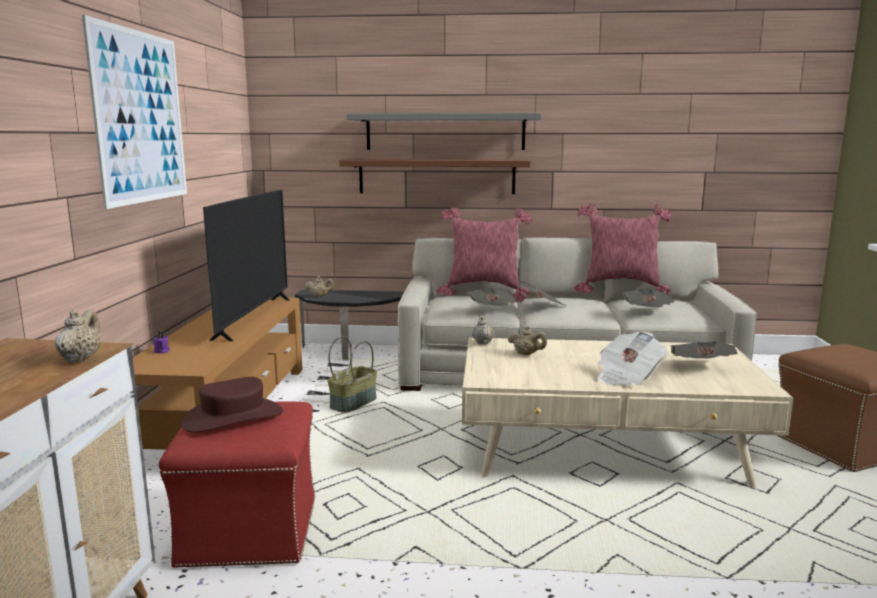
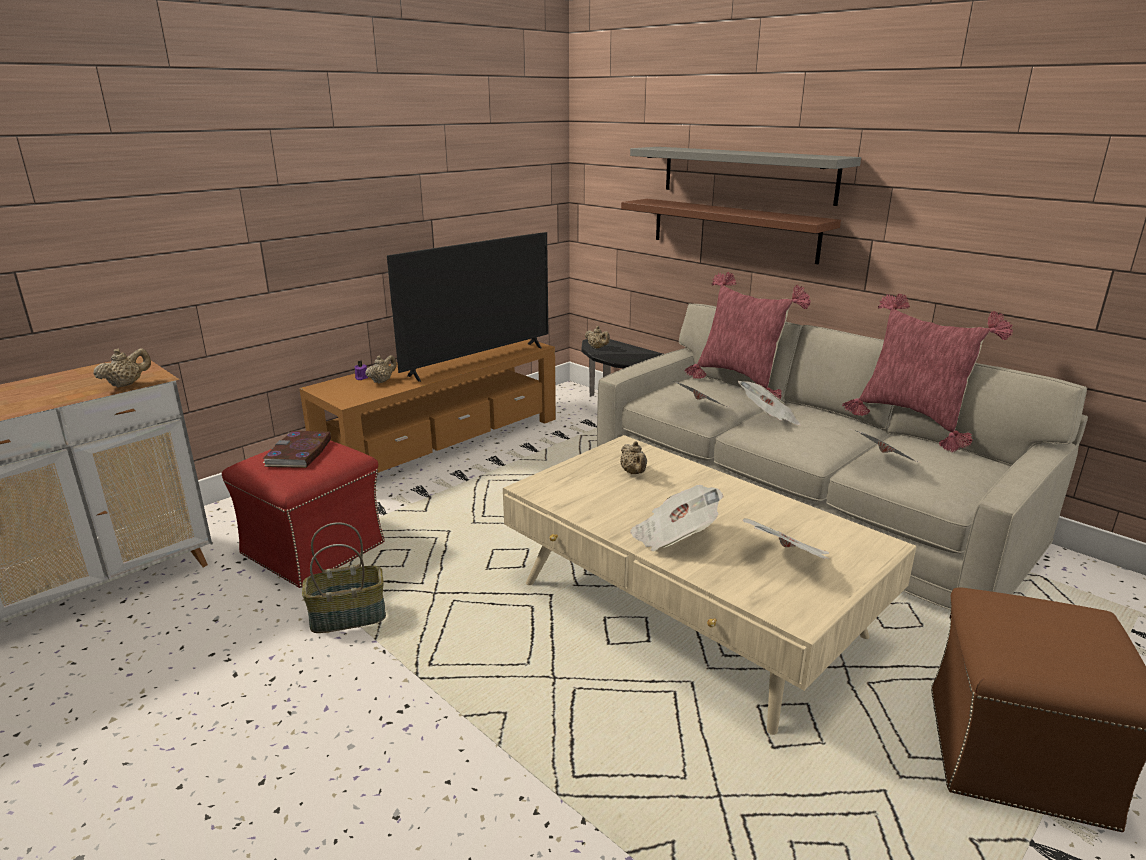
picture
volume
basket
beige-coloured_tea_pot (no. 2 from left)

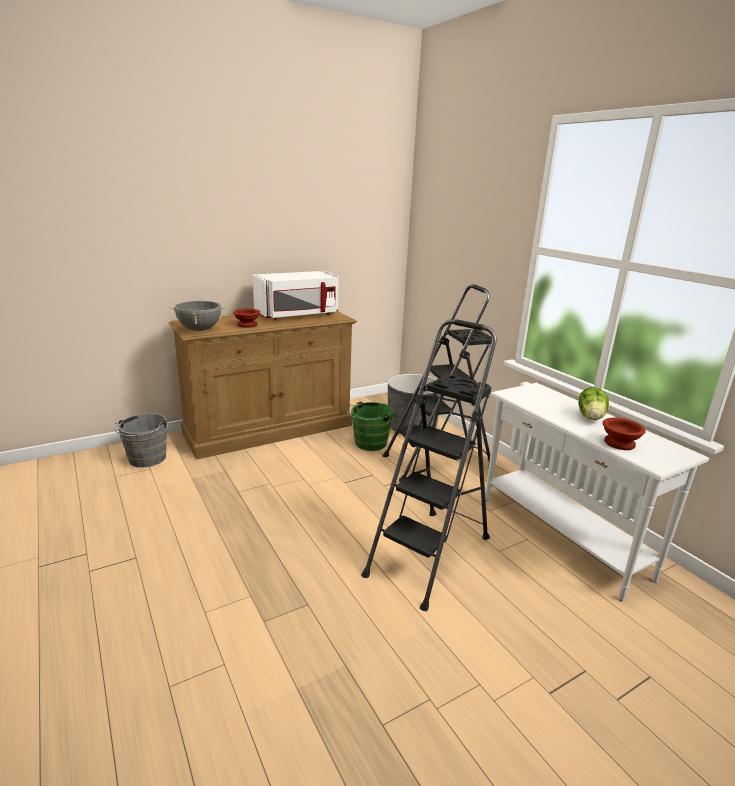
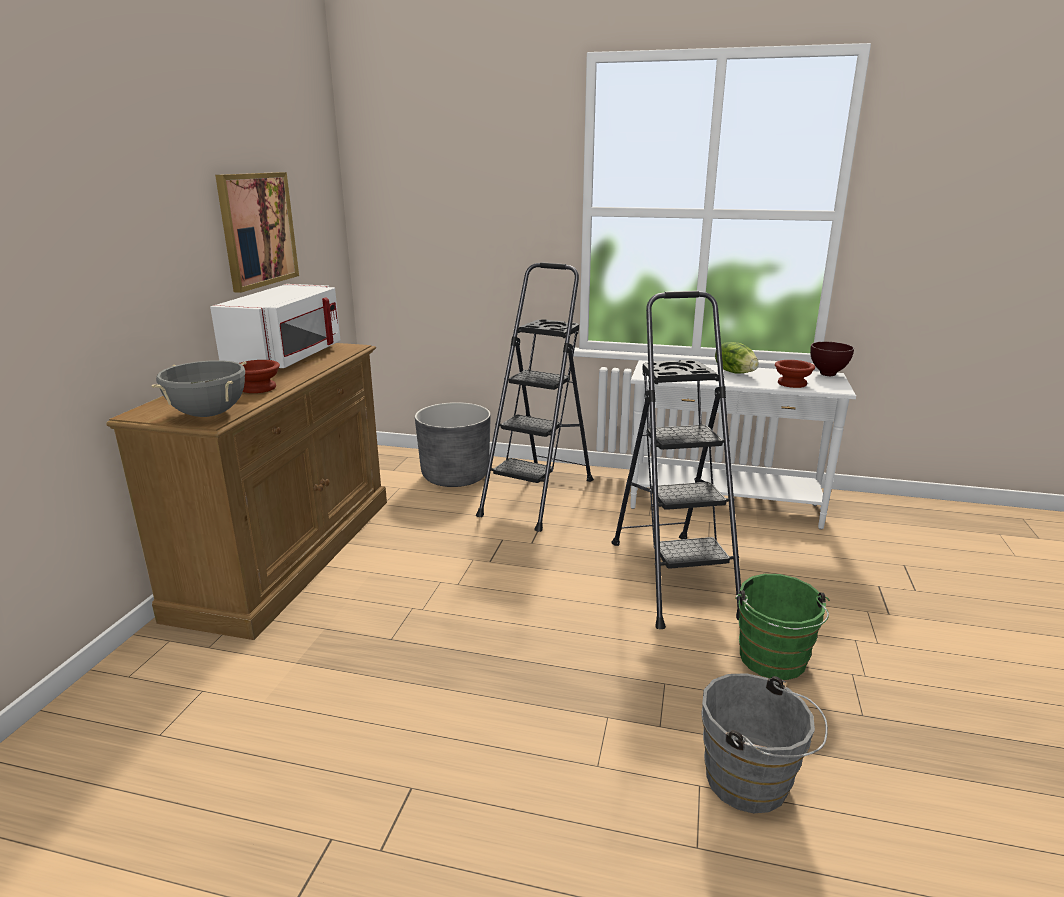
greyish_water_bucket
green_water_bucket
picture
brown-coloured_deep_dish (no. 3 from left)

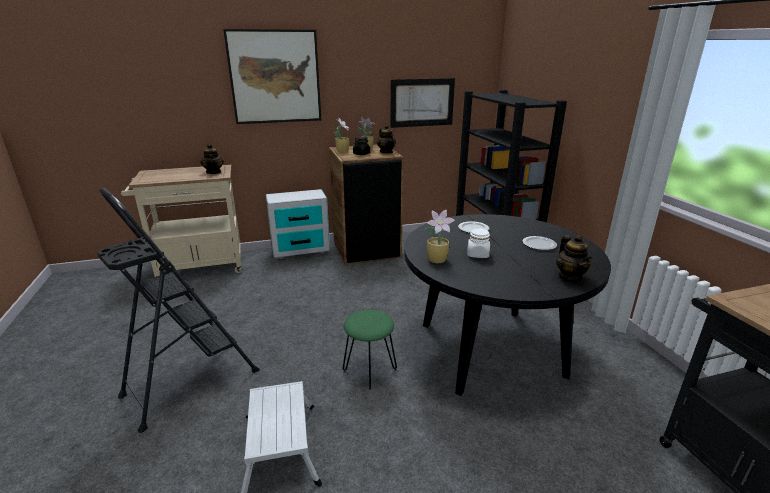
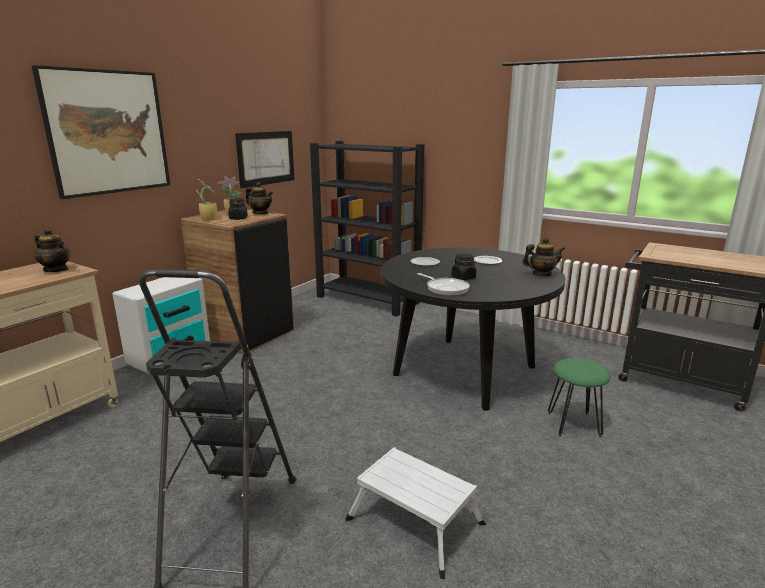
green_stool_seat
pan
black-coloured_jar (no. 2 from left)
tea_pot (no. 3 from left)

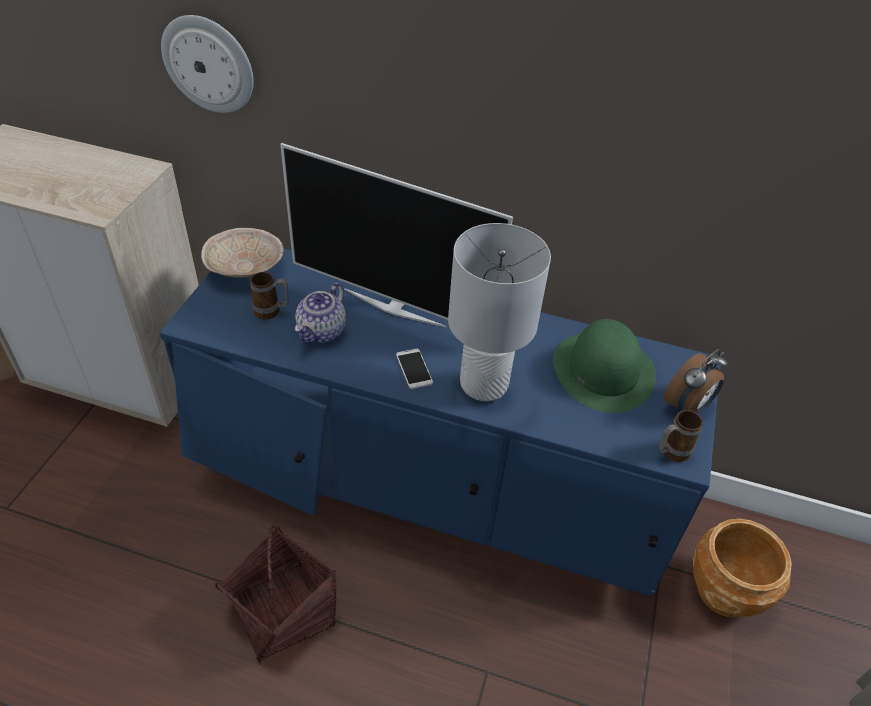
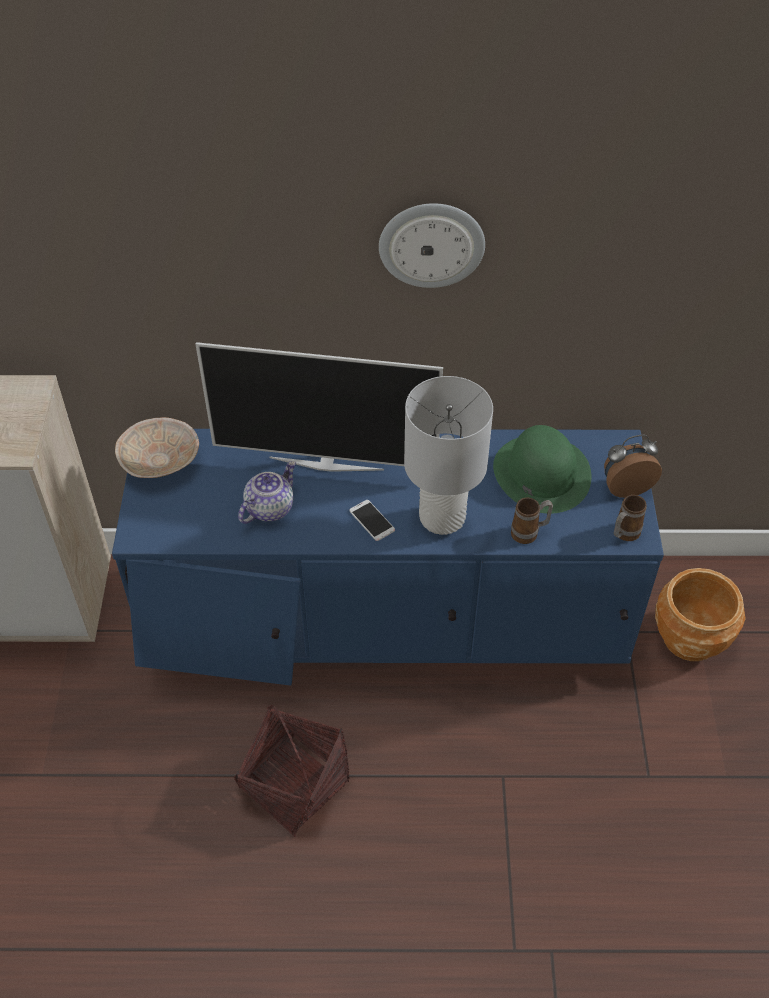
clock_on_the_wall
tea_mug (no. 1 from left)
tea_pot
table_clock

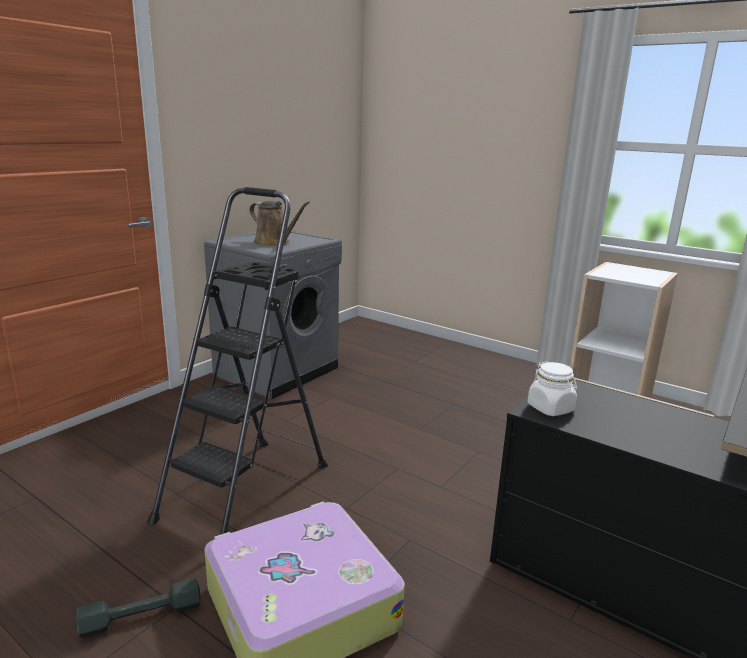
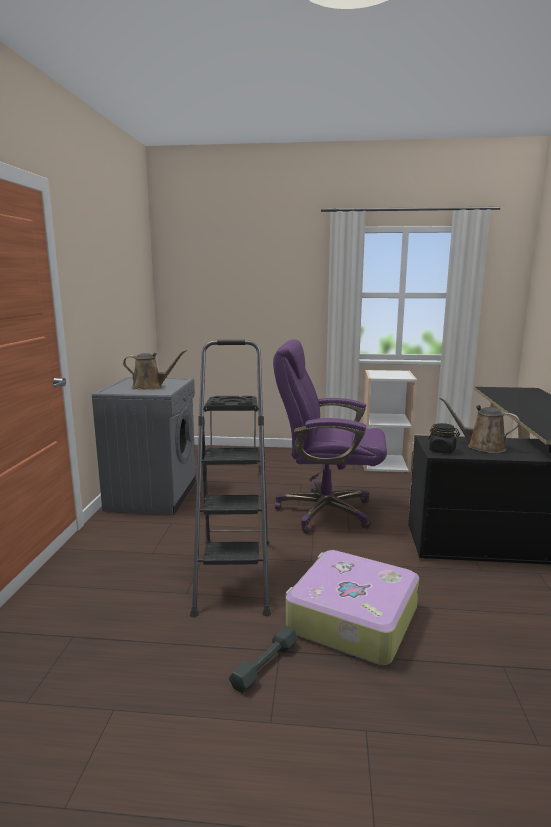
black-coloured_jar
purple_desk_chair
brown-coloured_sprinkling_can (no. 2 from left)

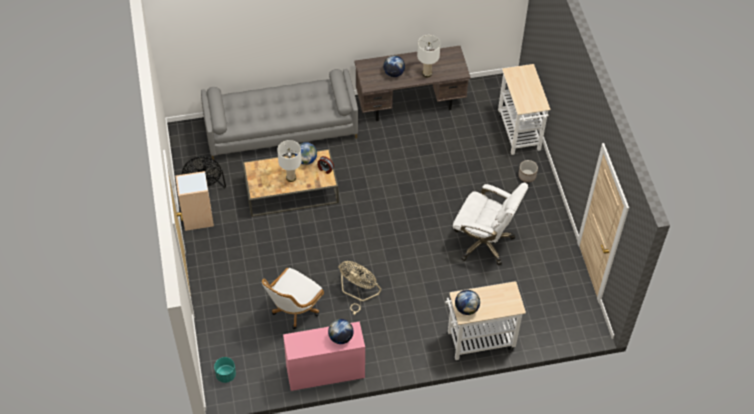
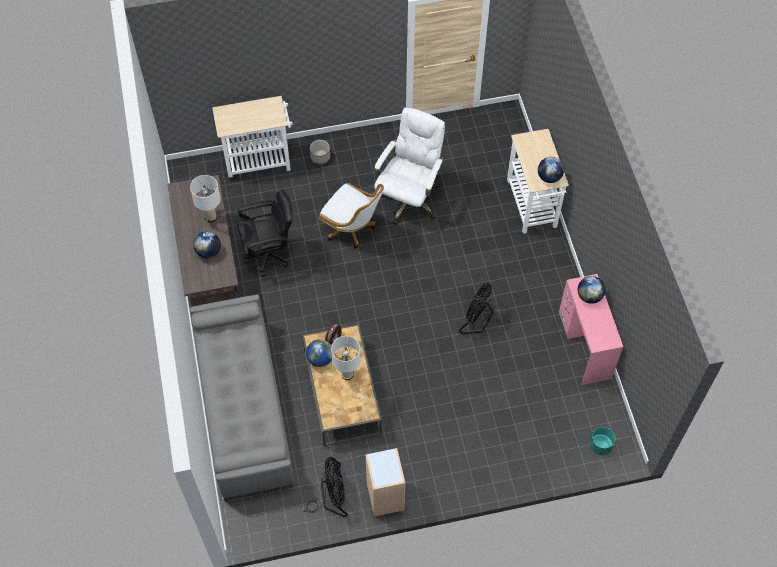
white-coloured_desk_chair (no. 1 from left)
black-coloured_electric_fan (no. 2 from left)
black-coloured_desk_chair

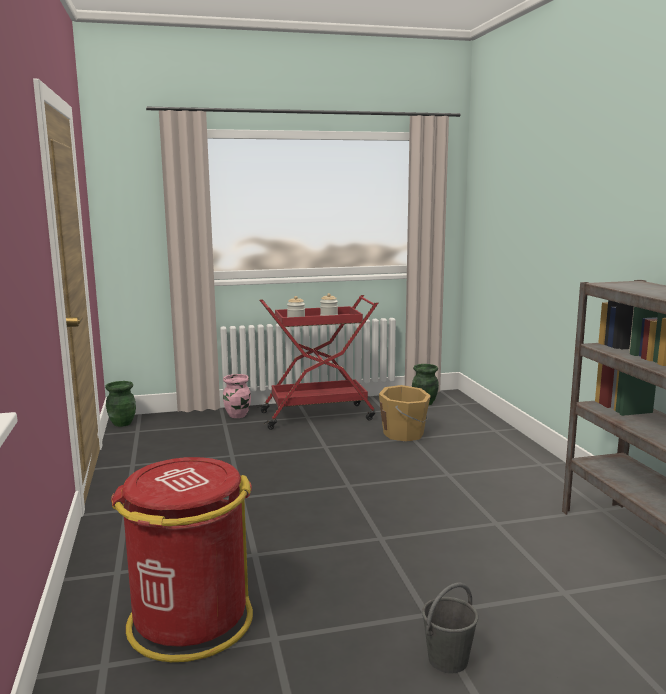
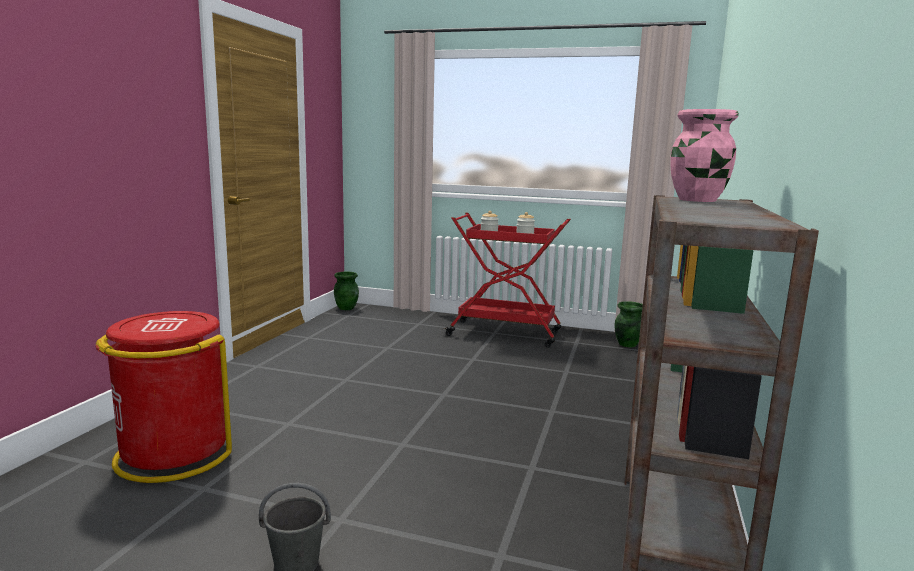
pink_decorative_vase
orange_water_bucket

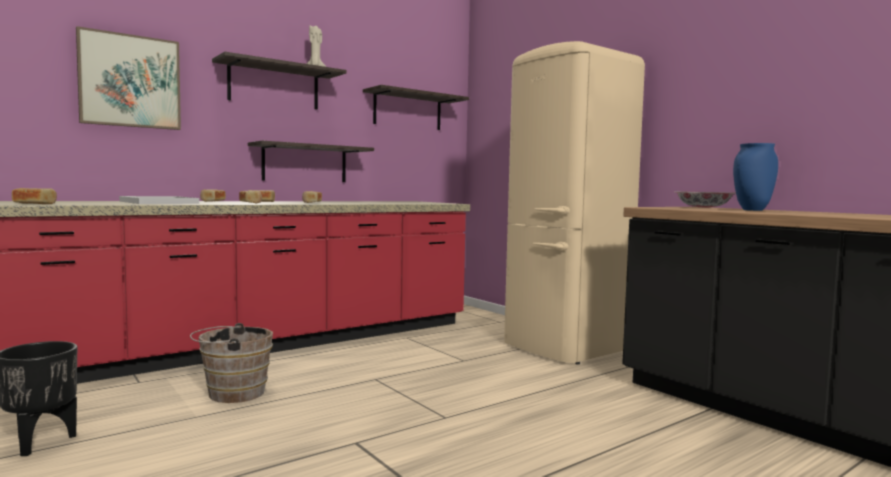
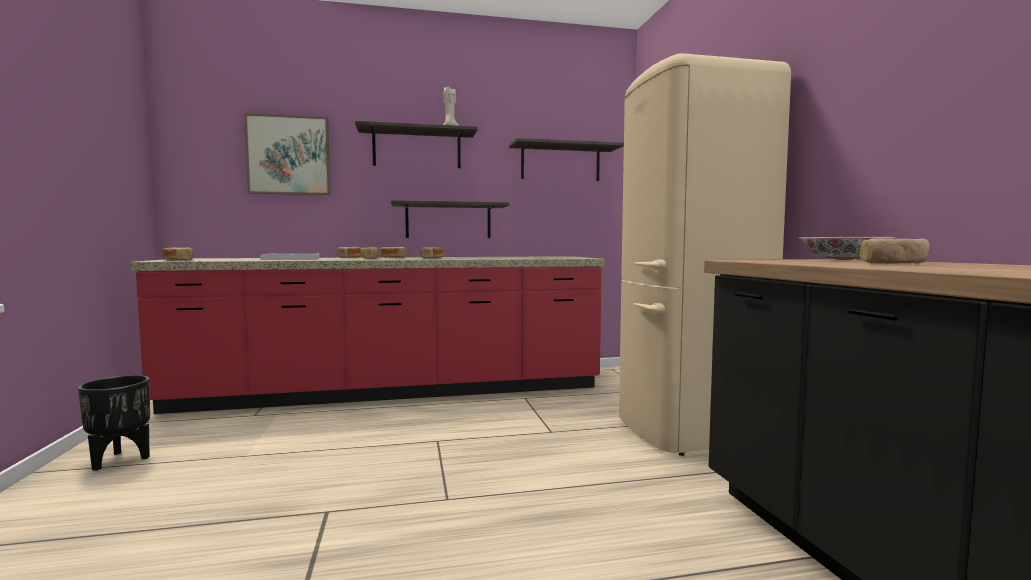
brown-coloured_water_bucket
bakery_bread (no. 6 from left)

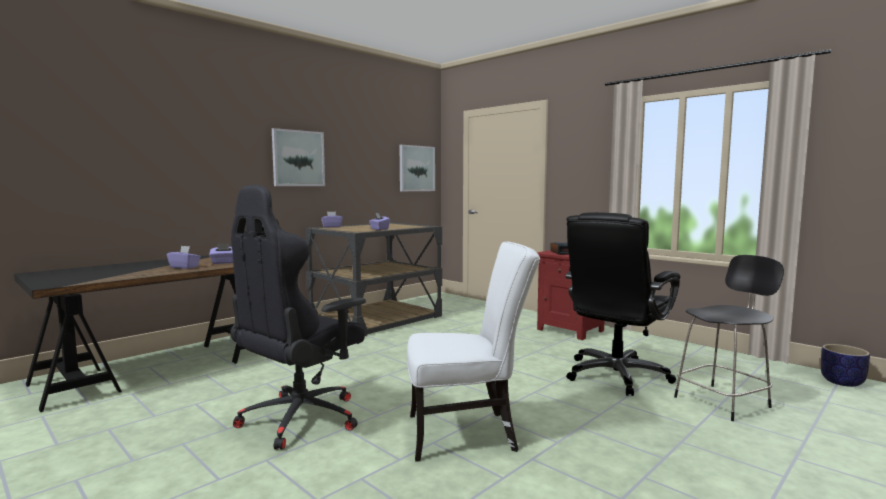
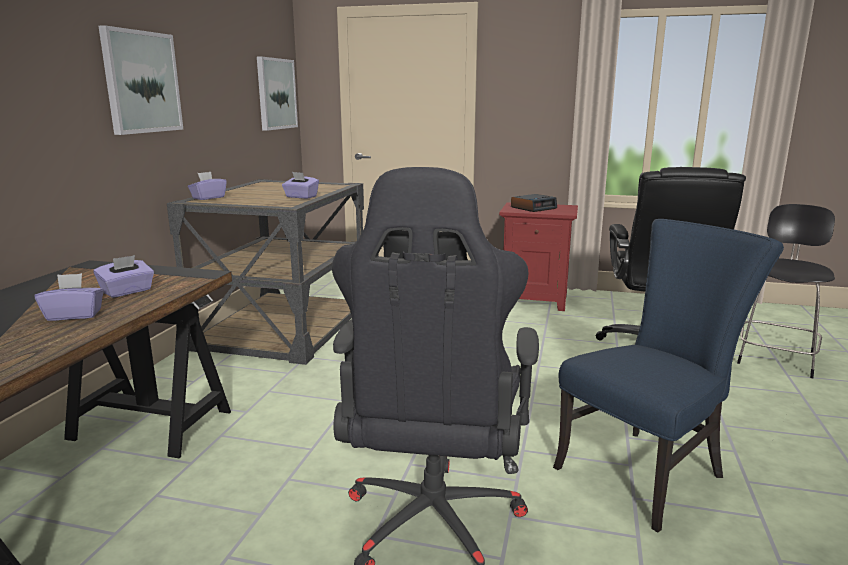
bluish_plain_chair
flower_pot

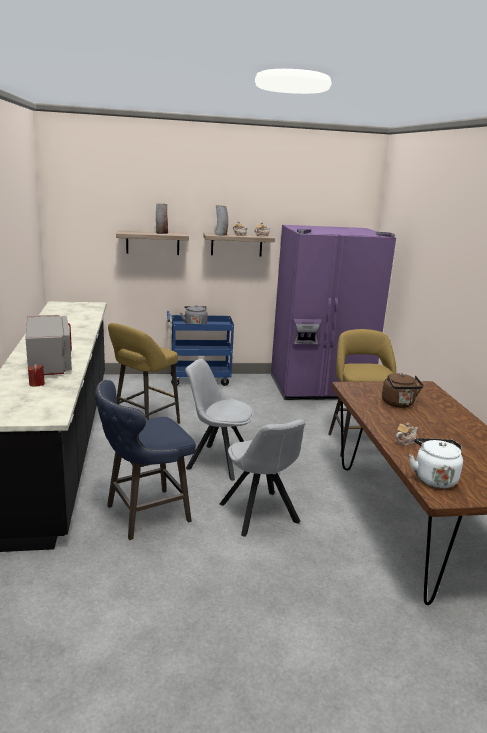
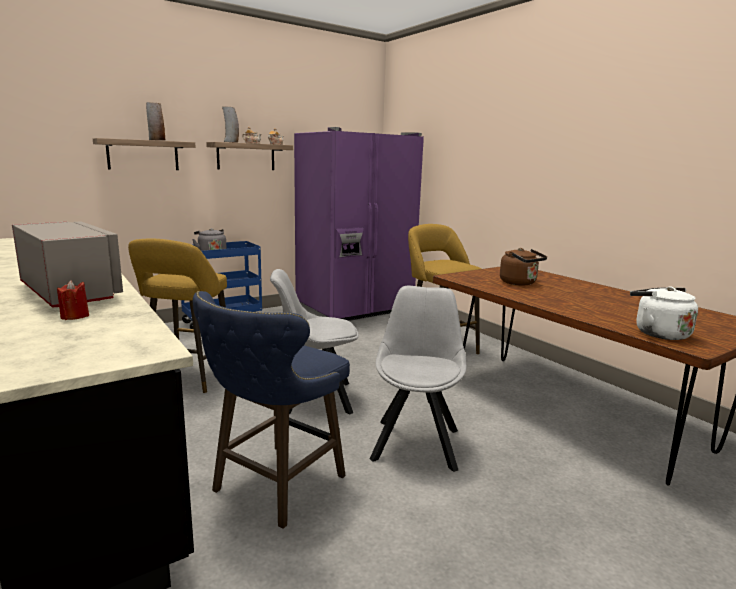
greyish_plain_chair (no. 2 from left)
tea_pot (no. 3 from left in the first image)

